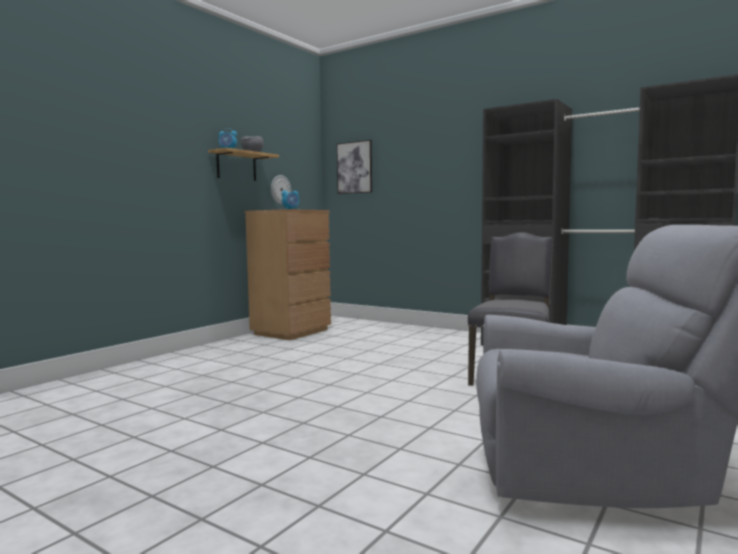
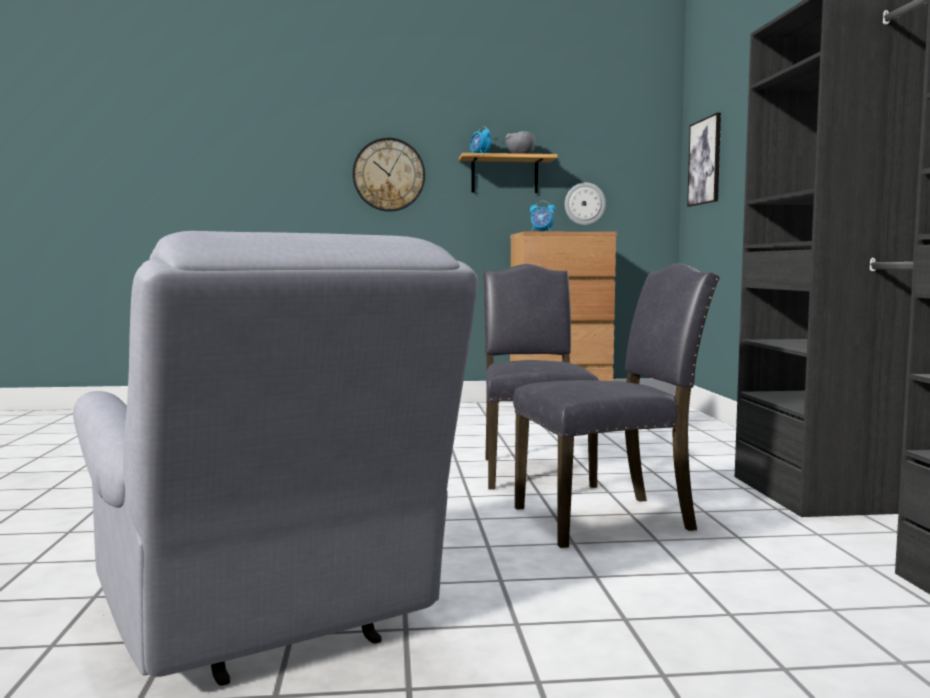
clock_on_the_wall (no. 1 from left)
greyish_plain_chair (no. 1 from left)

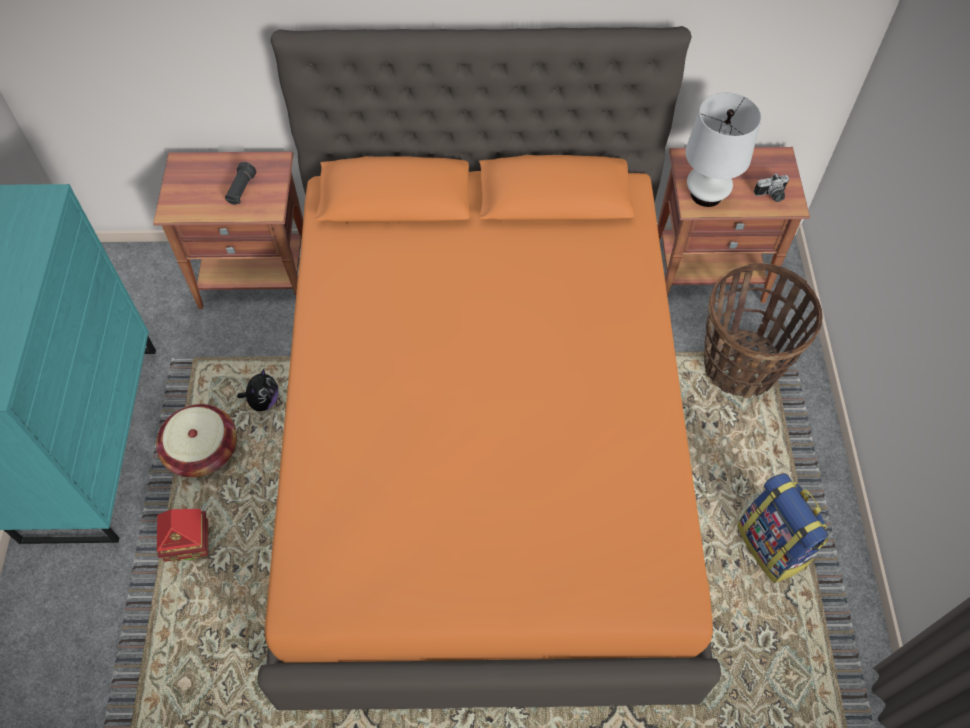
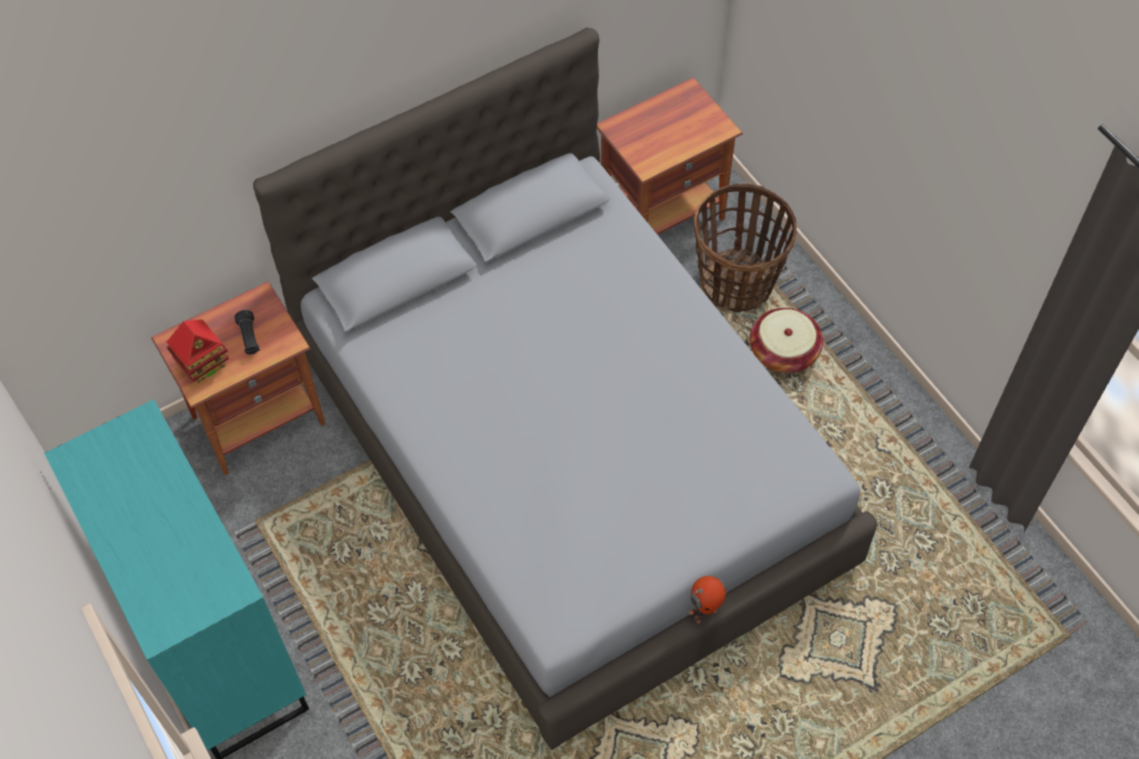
basket (no. 2 from left)
model_house
plush_toy
greyish_bedroom_bed
white-coloured_lamp_for_a_table
knapsack
photo_camera
robot_figure

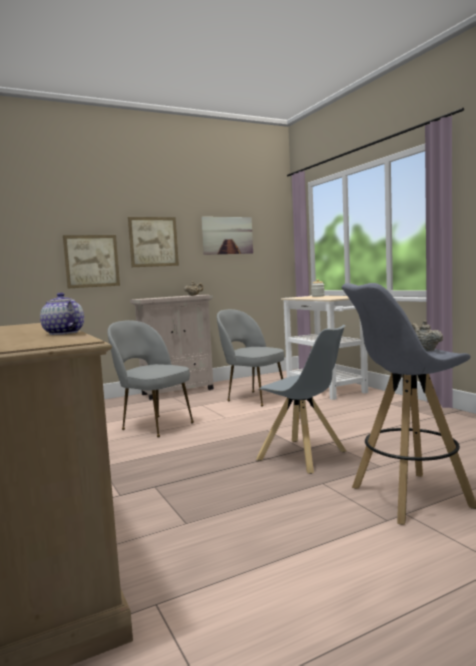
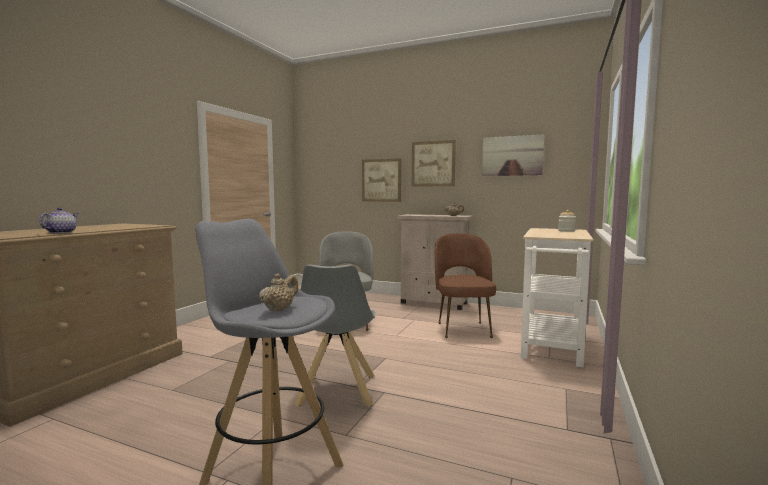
brown-coloured_plain_chair

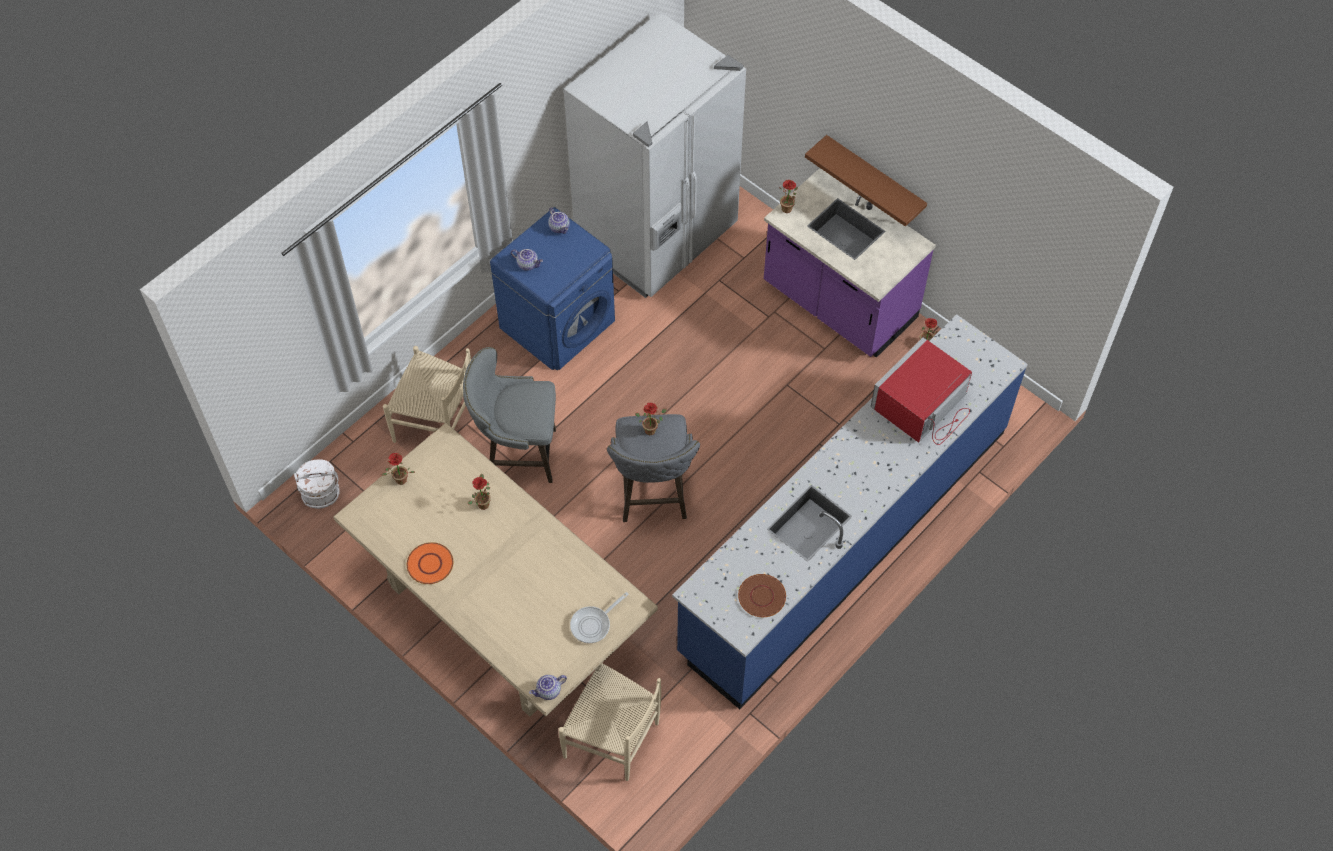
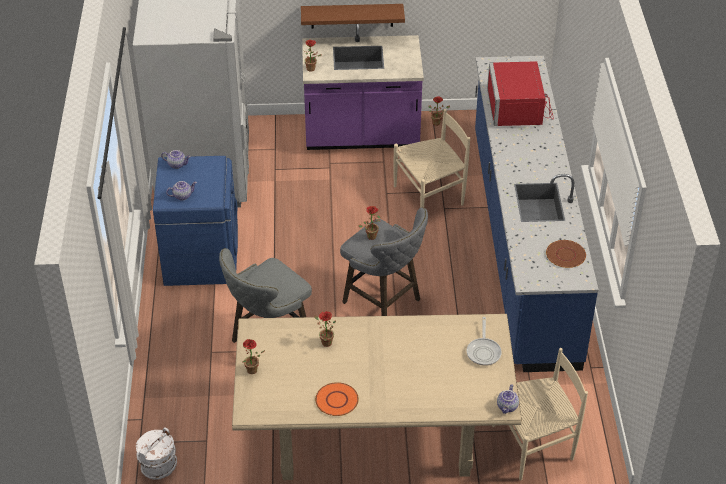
beige-coloured_plain_chair (no. 1 from left)

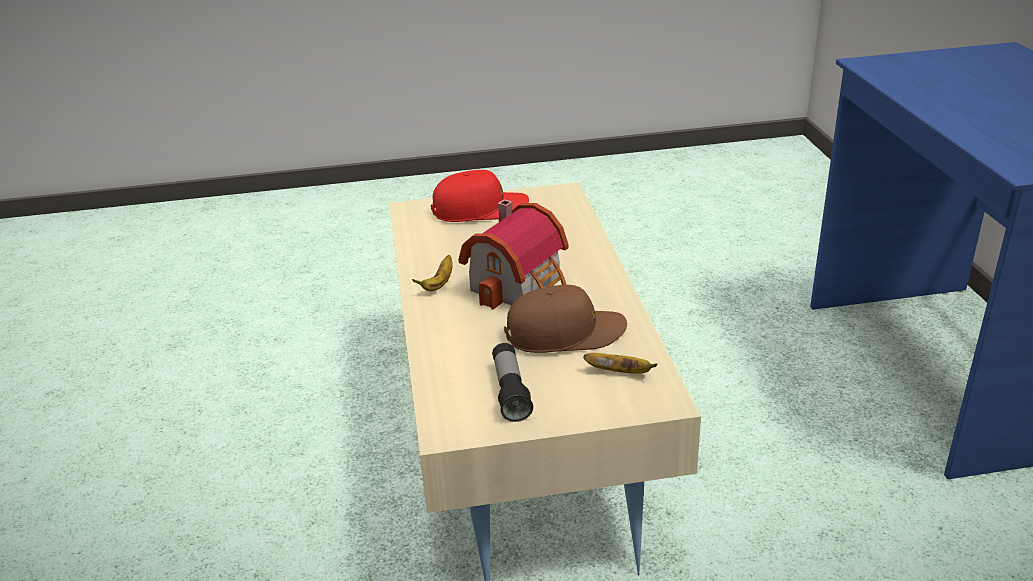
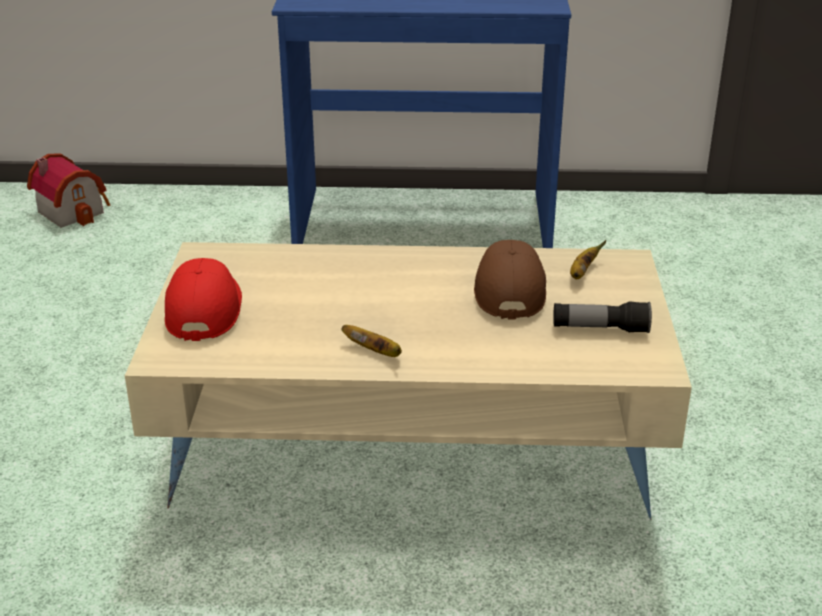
model_house

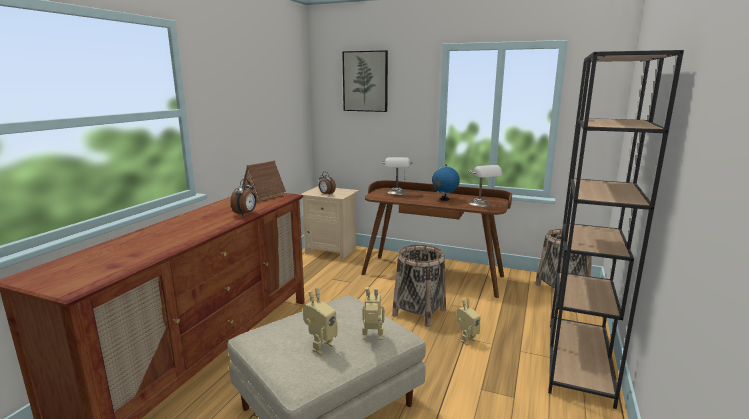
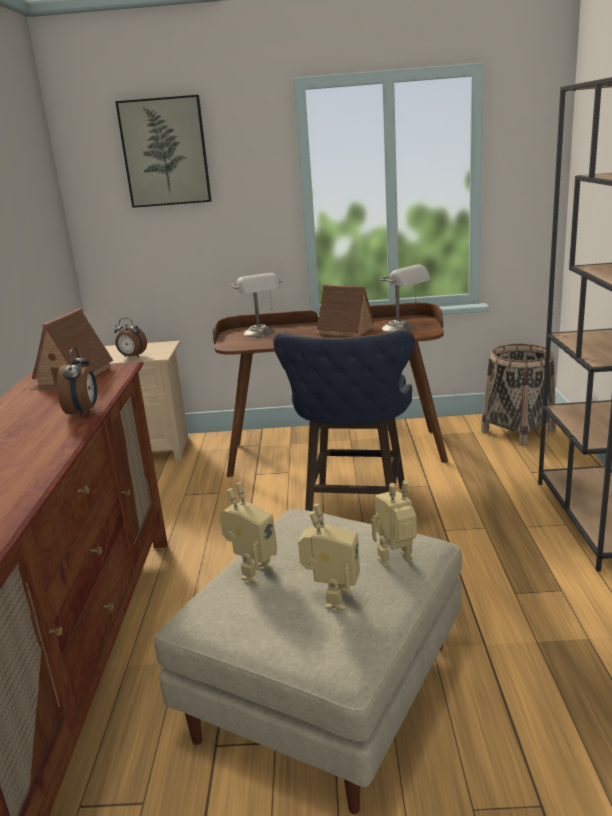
bluish_stool_seat
model_house (no. 2 from left)
robot_figure (no. 1 from left)

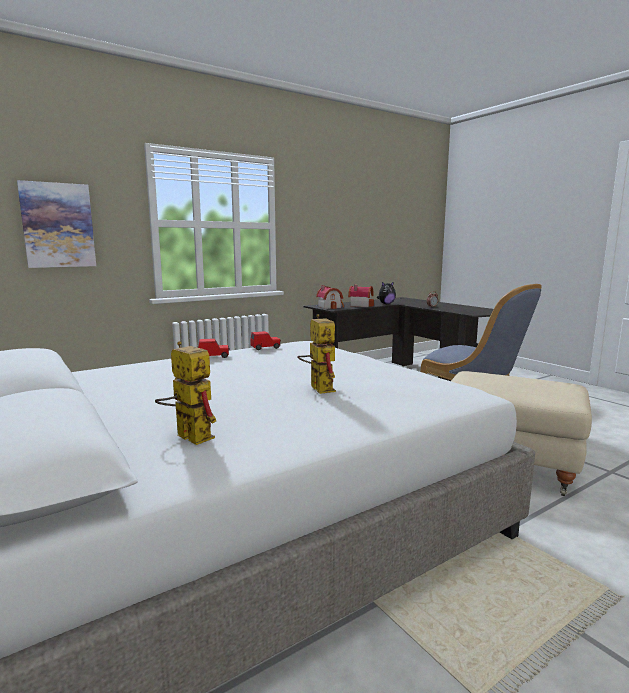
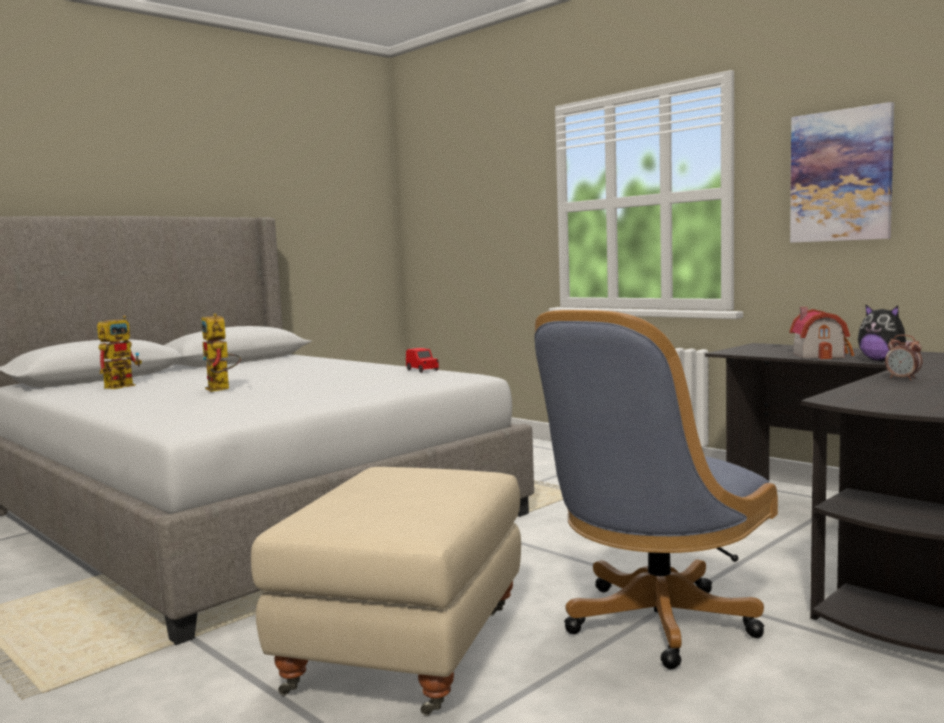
picture
red-coloured_miniature_car (no. 1 from left in the first image)
robot_figure (no. 2 from left)
model_house (no. 1 from left in the first image)

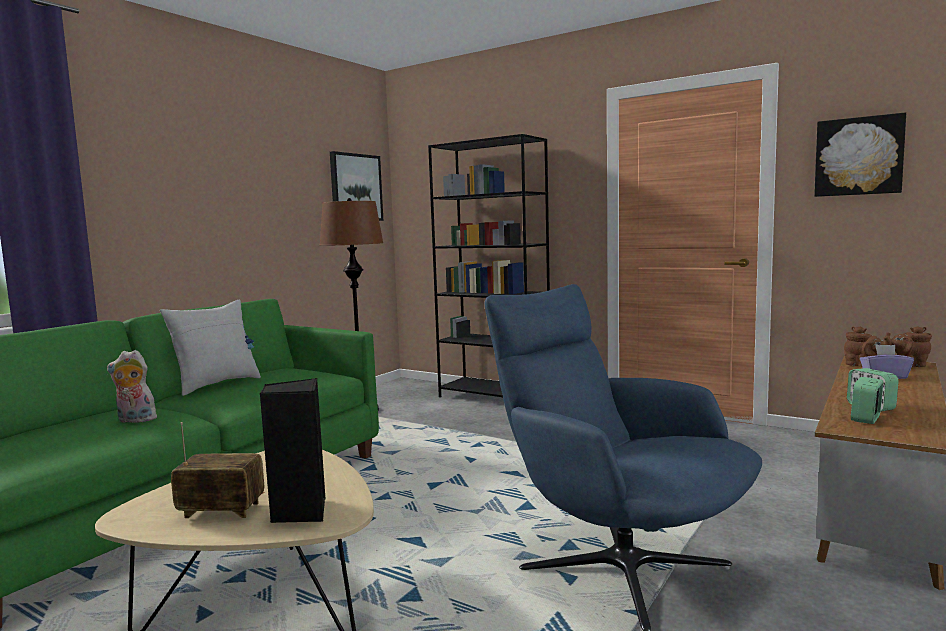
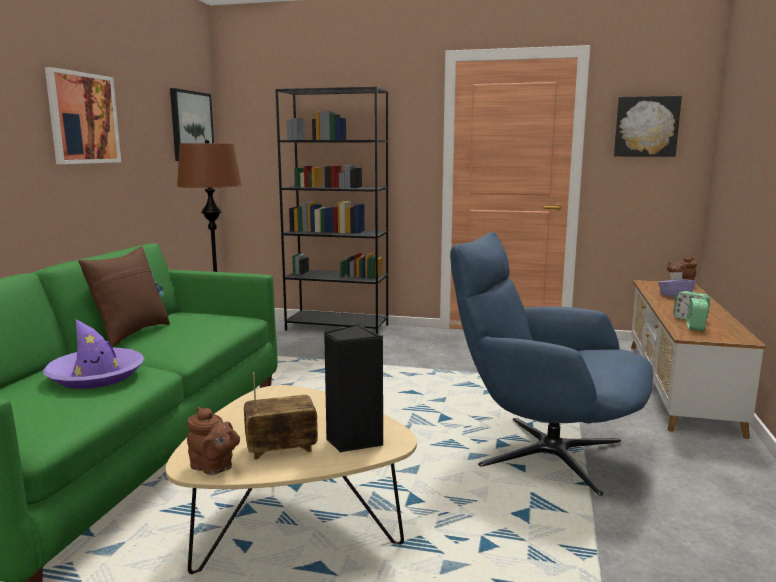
purple_wearable_hat
brown-coloured_cushion
brown-coloured_tea_pot (no. 1 from left)
picture (no. 1 from left)

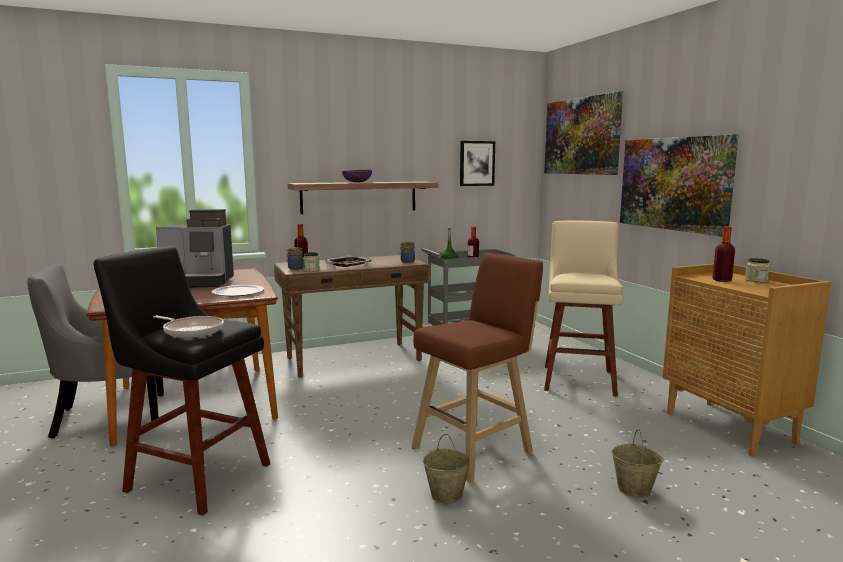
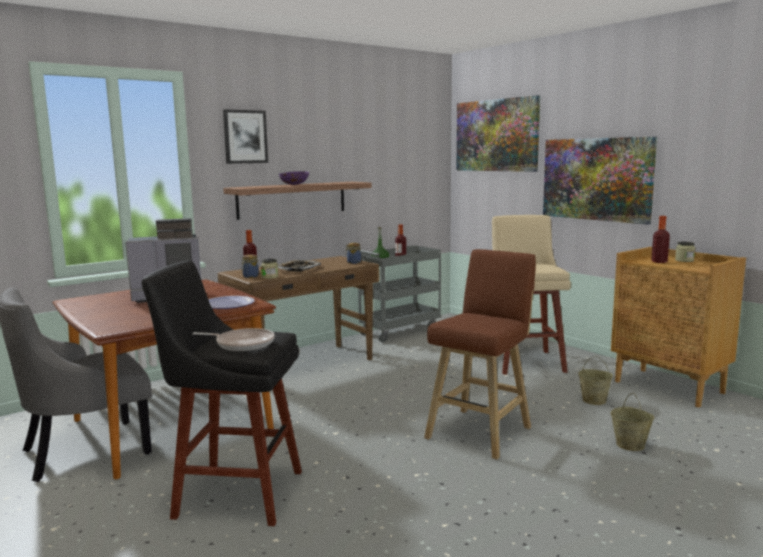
beige-coloured_water_bucket (no. 1 from left)
picture (no. 1 from left)

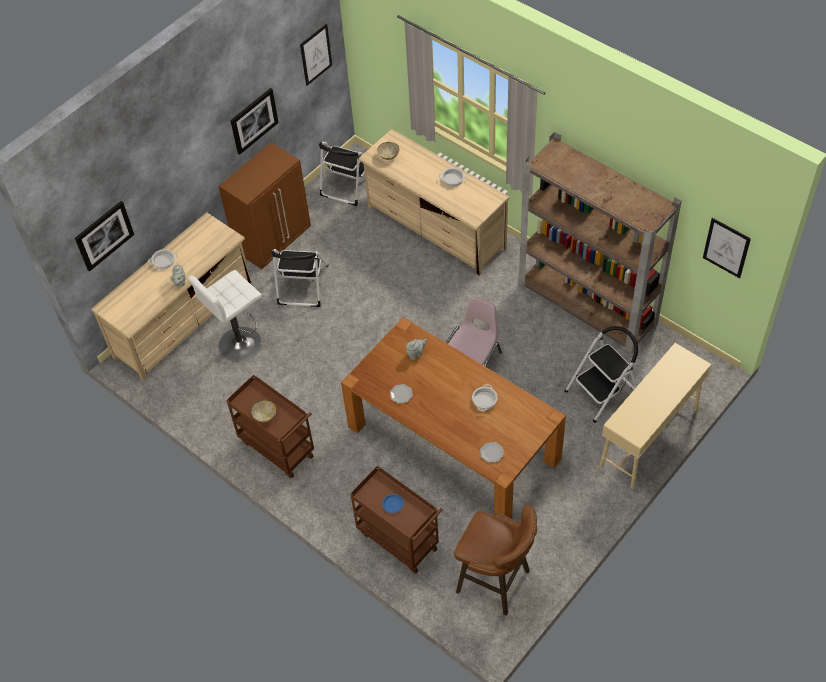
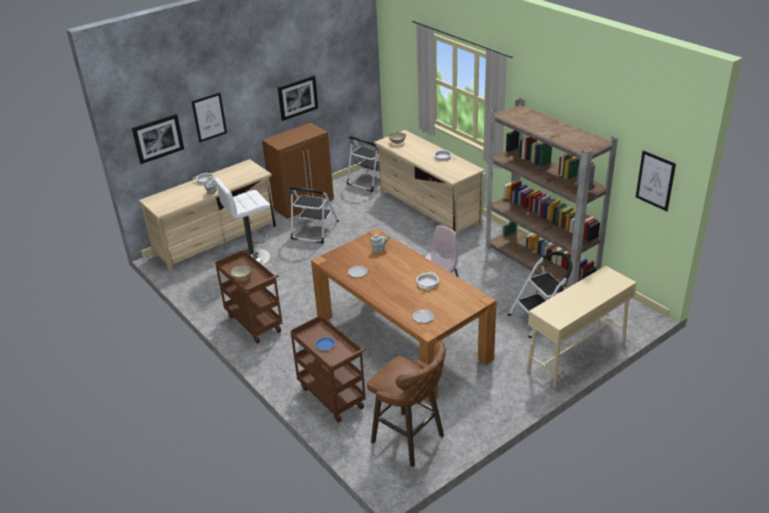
picture (no. 2 from left)

